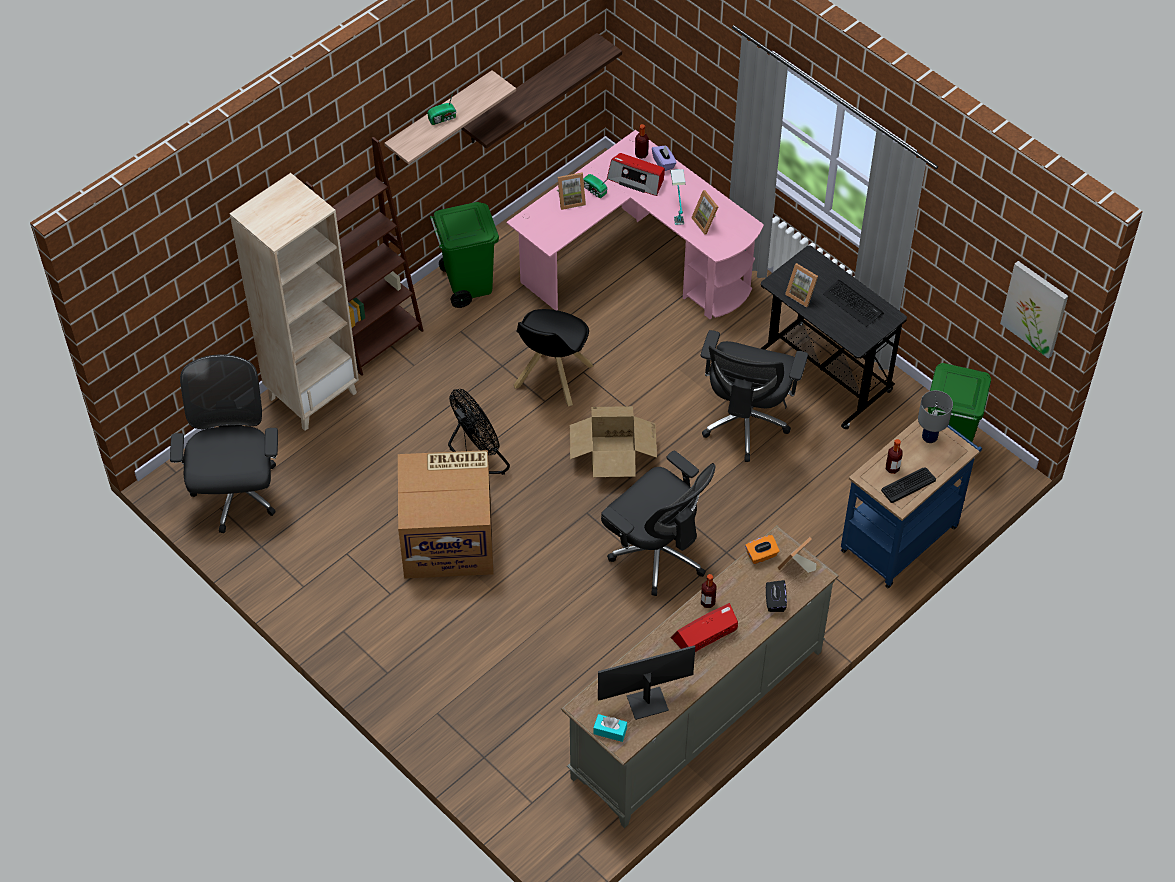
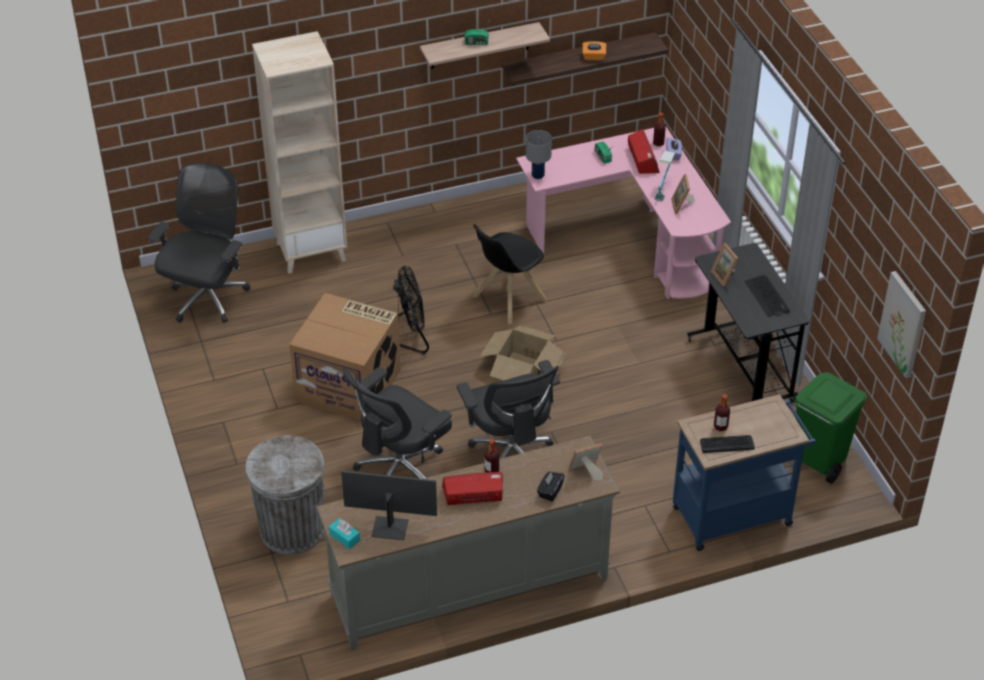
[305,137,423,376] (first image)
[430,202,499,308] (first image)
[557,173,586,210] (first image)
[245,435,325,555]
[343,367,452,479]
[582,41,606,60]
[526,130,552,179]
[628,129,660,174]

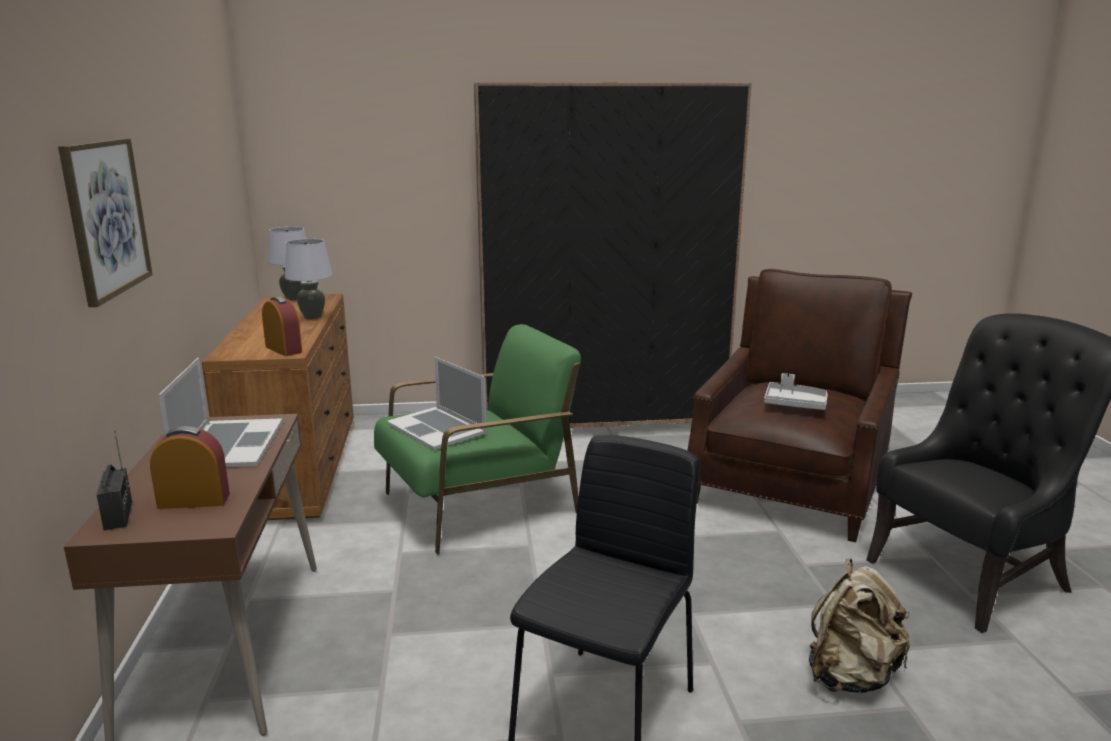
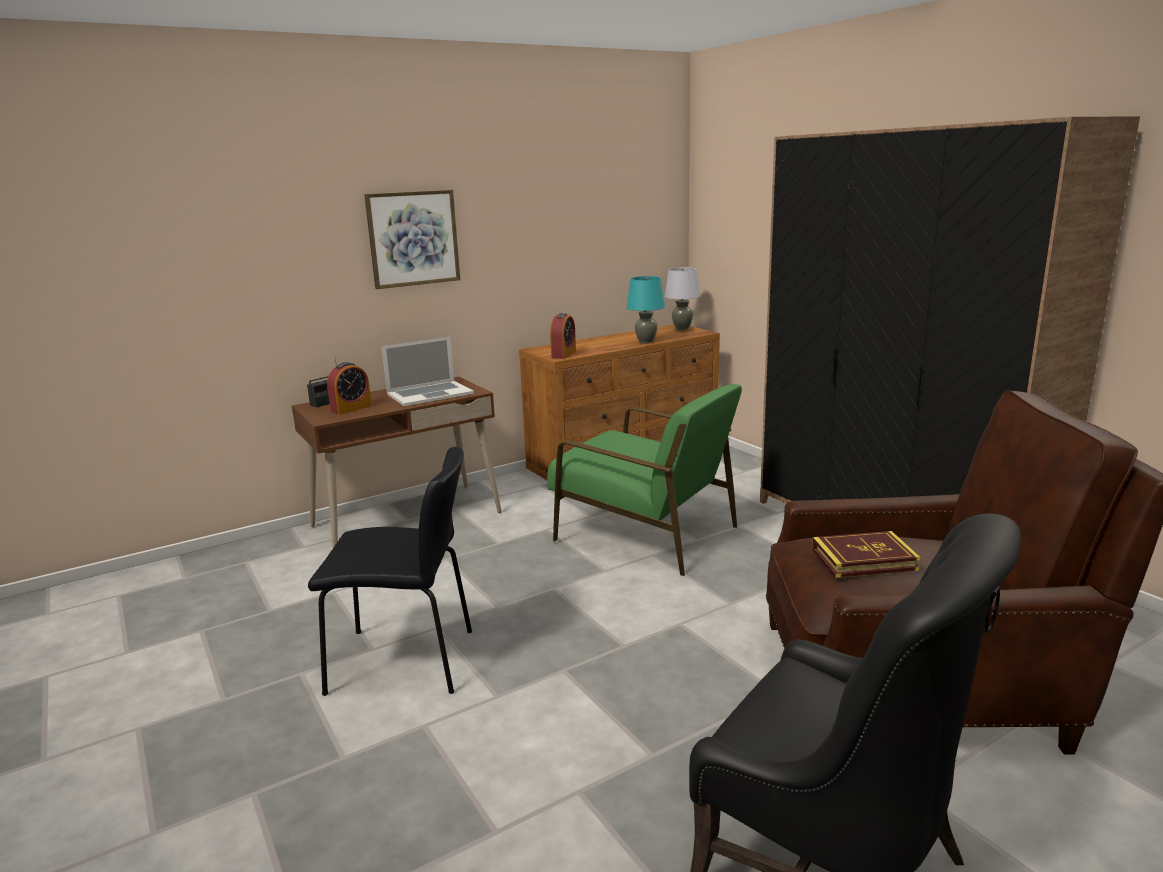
[387,357,487,450] (first image)
[809,558,910,693] (first image)
[812,531,921,578]
[627,276,665,343]
[327,362,372,415]

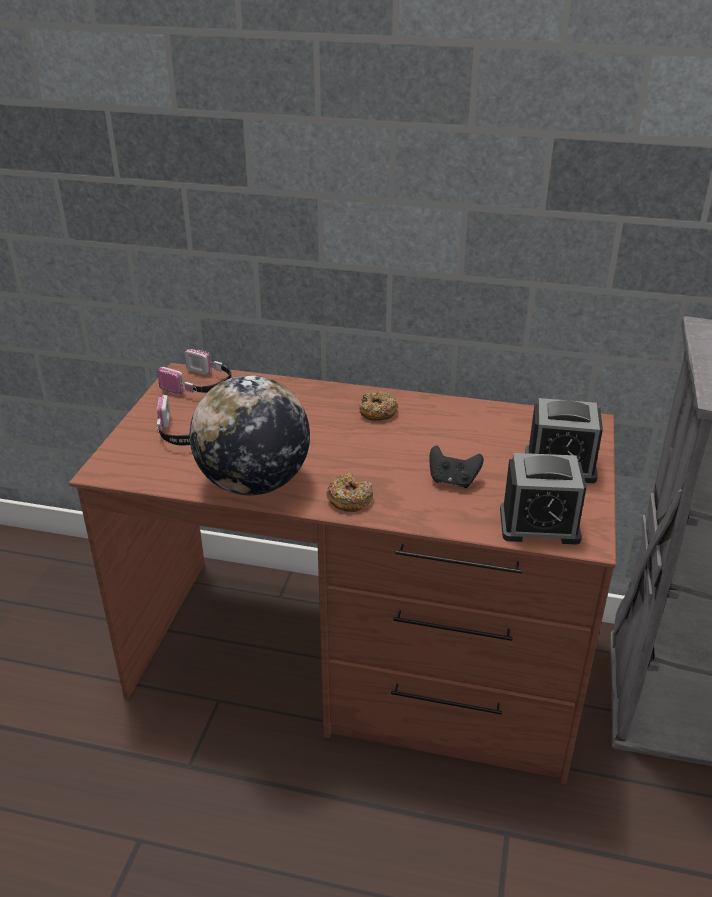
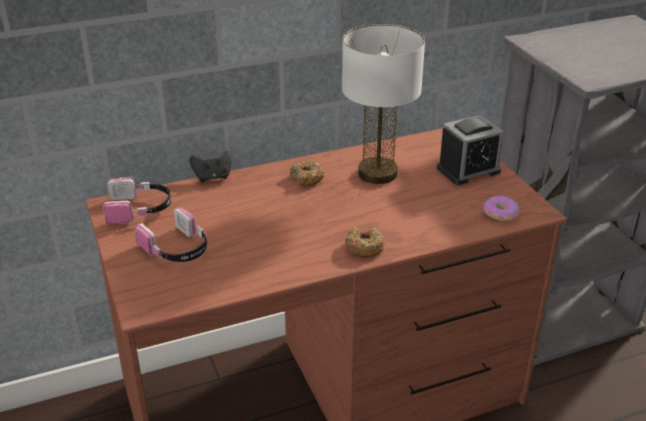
[190,375,310,495] (first image)
[342,24,425,184]
[190,151,232,182]
[483,196,520,221]

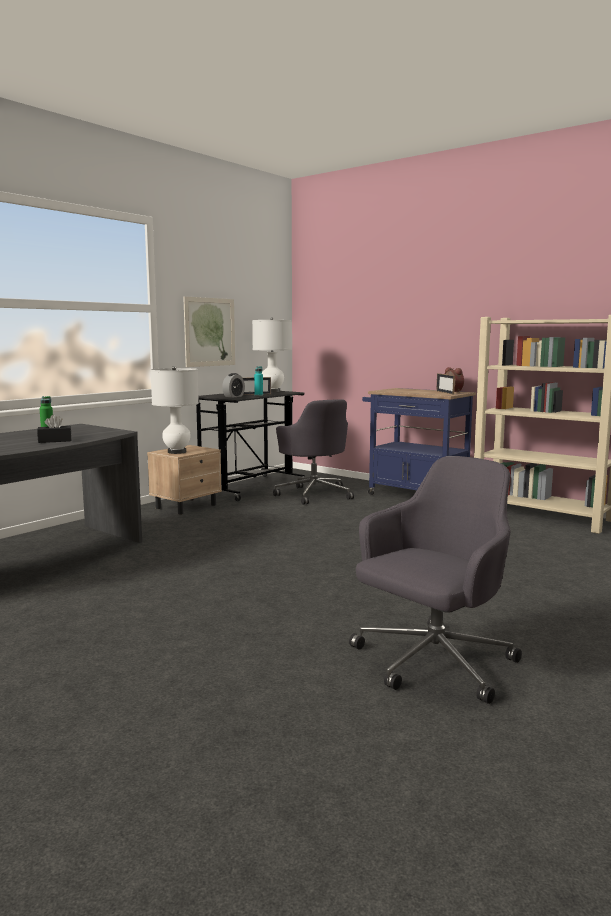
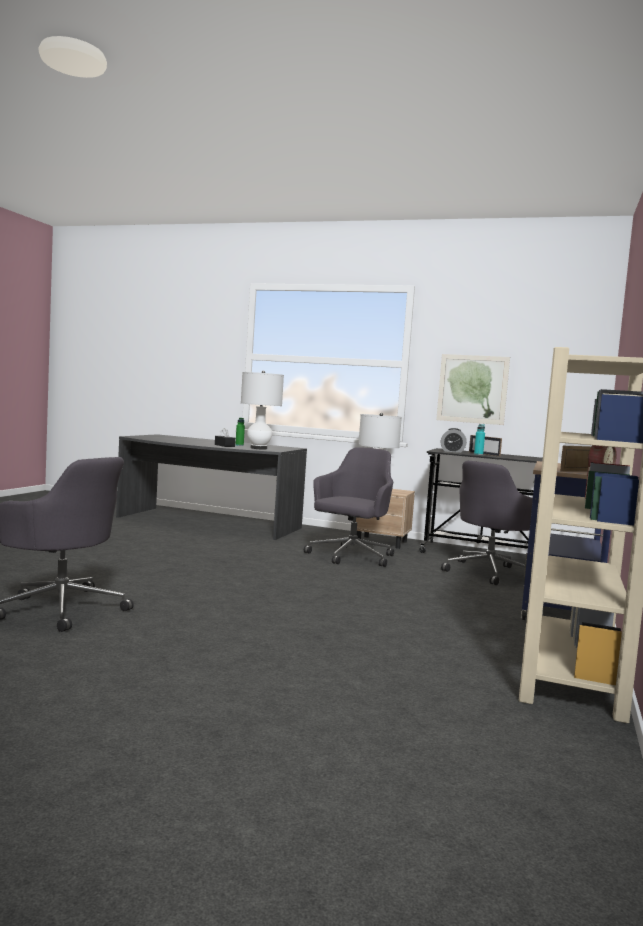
[304,447,394,567]
[241,371,284,449]

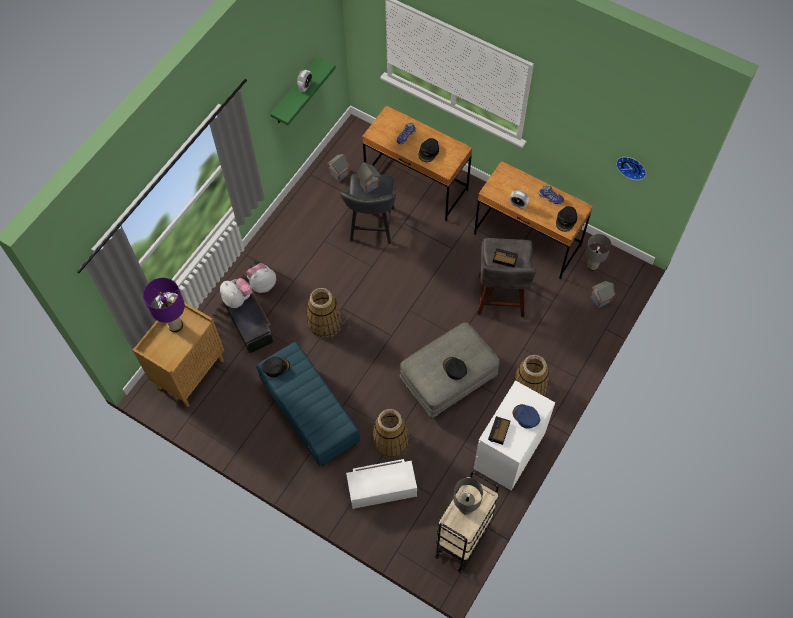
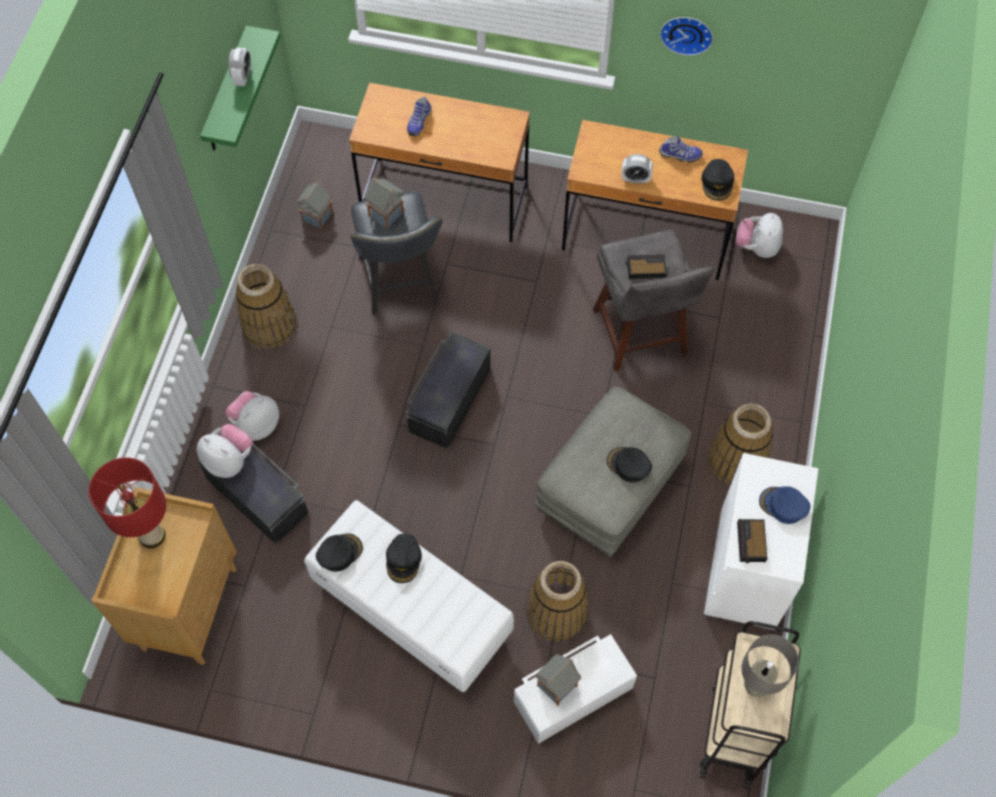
[406,332,491,449]
[236,264,296,349]
[386,534,422,583]
[536,654,581,706]
[660,17,713,56]
[736,213,783,258]
[89,457,166,548]
[304,500,514,692]

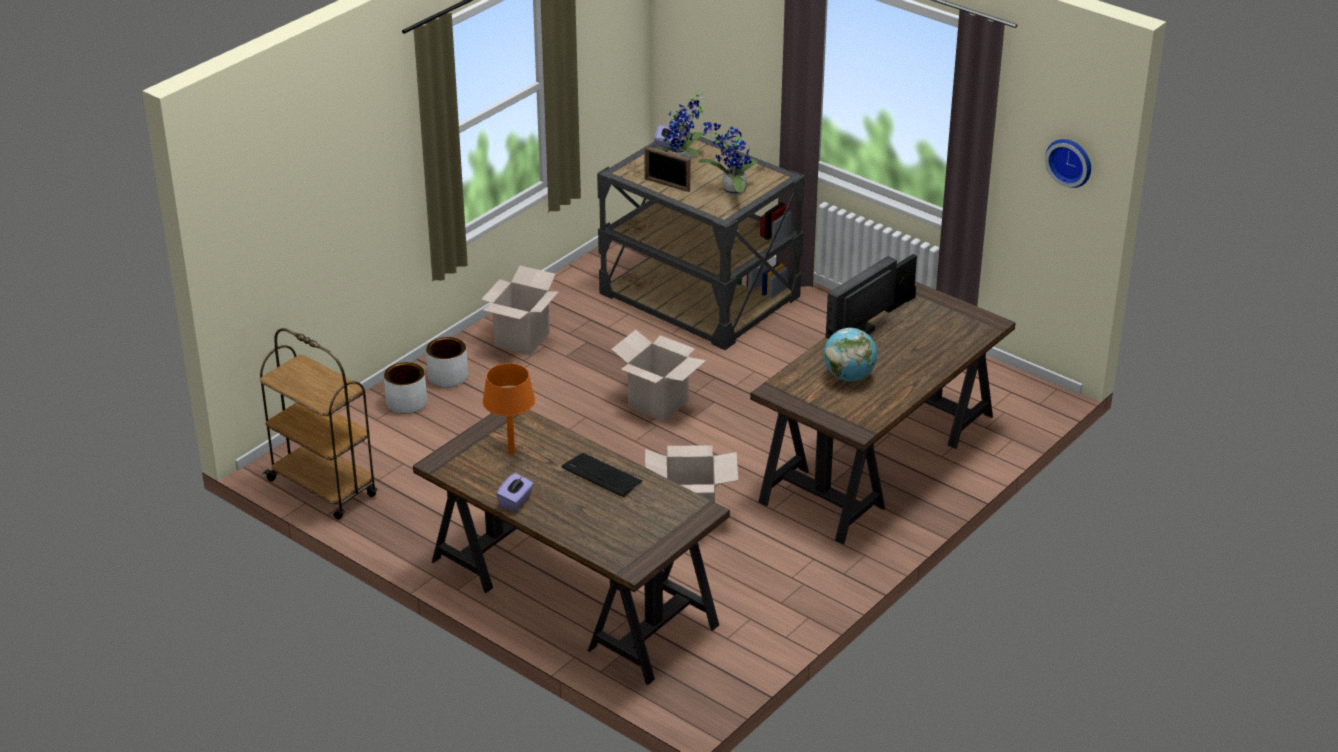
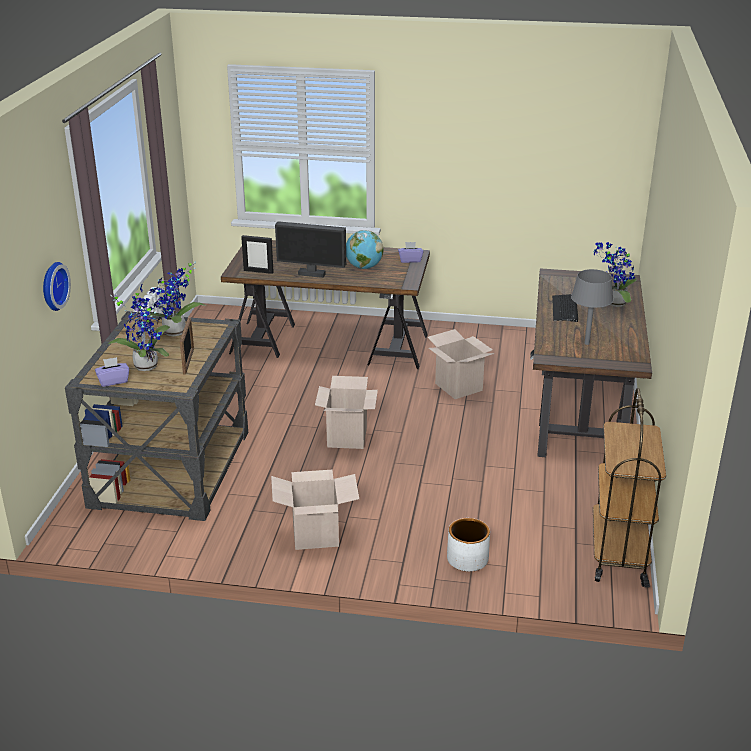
[426,337,468,388] (first image)
[593,242,637,307]
[398,242,423,263]
[43,262,71,311]
[571,269,613,345]

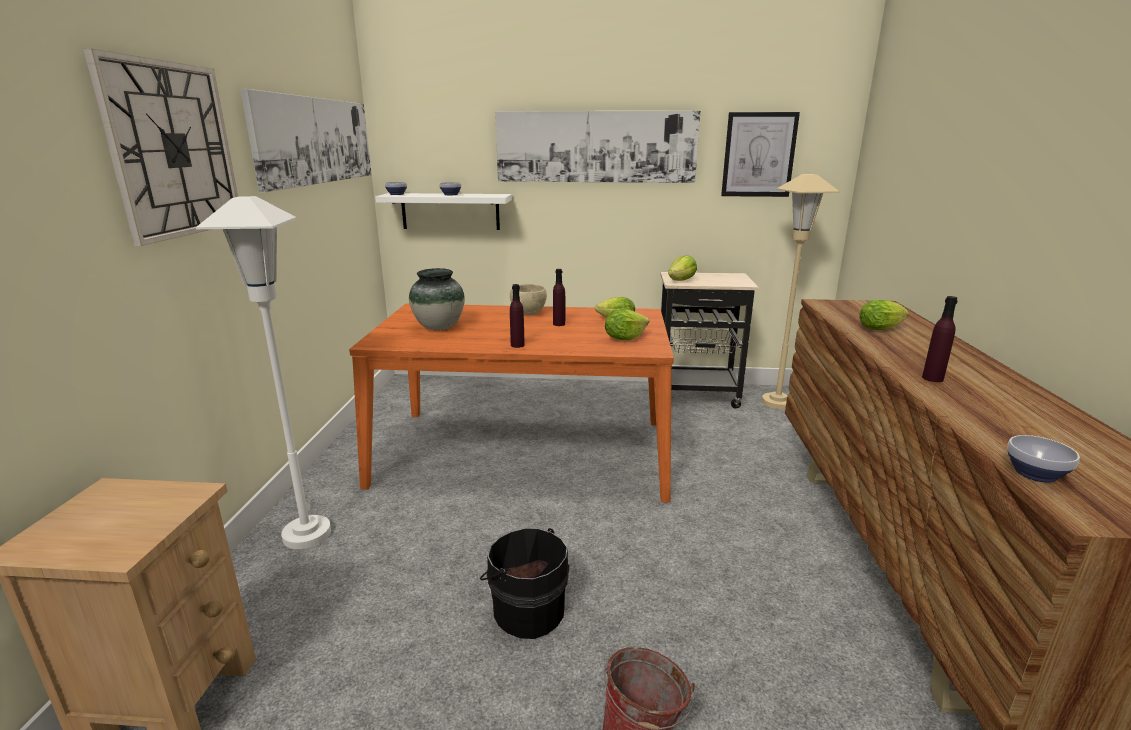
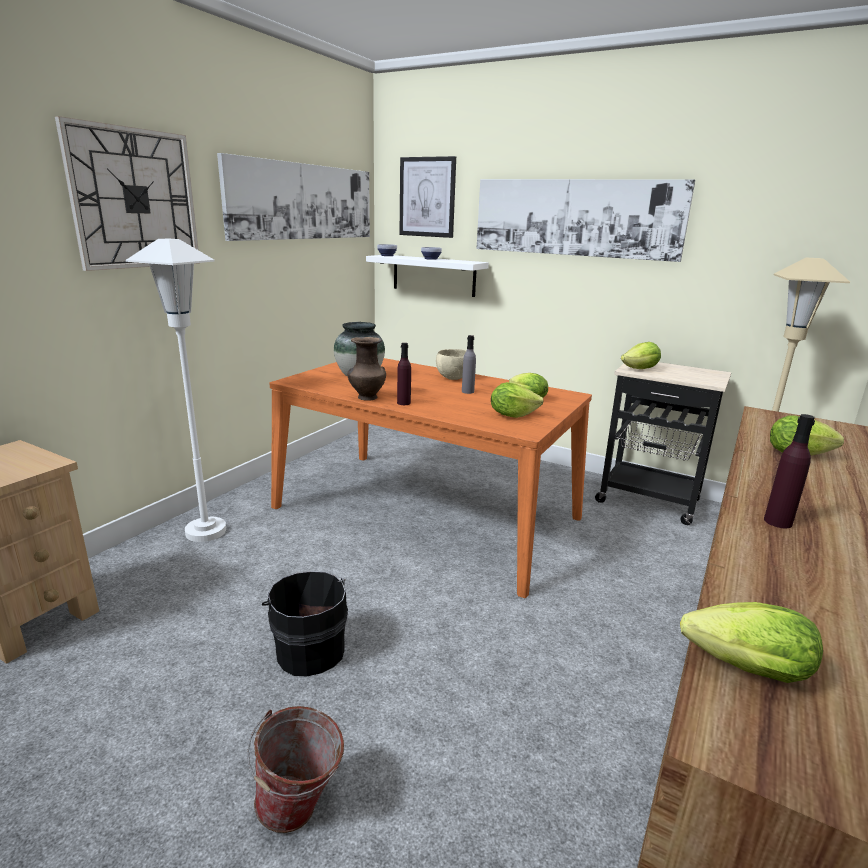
[347,337,386,401]
[400,156,456,238]
[680,602,823,683]
[462,335,476,394]

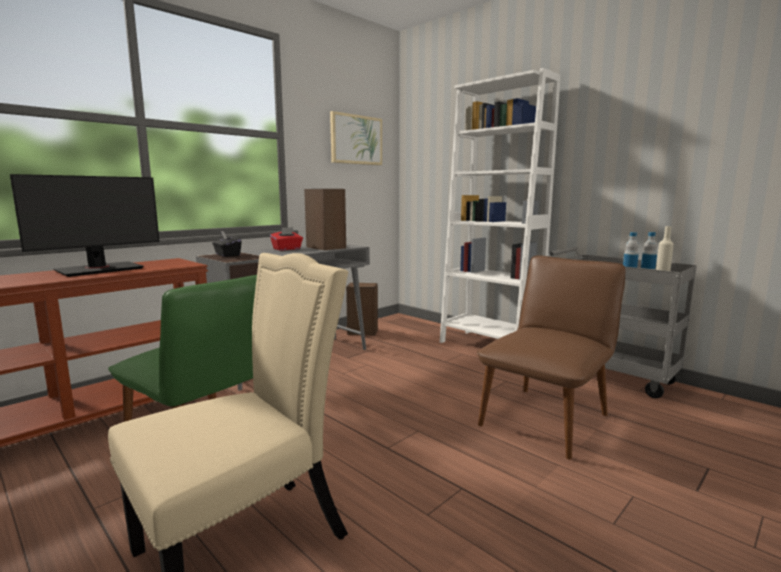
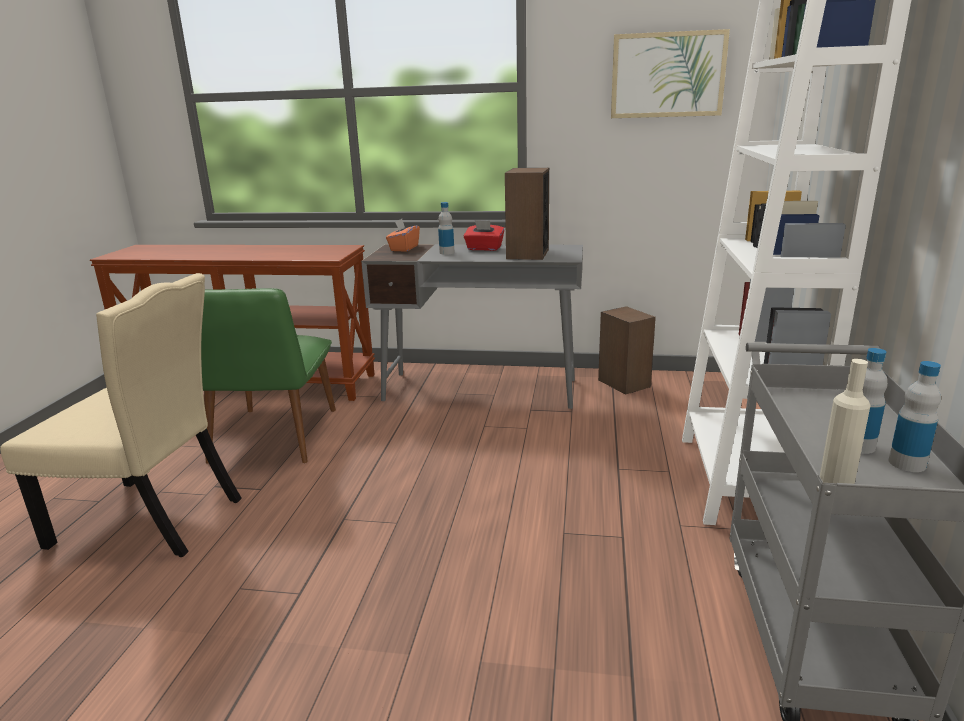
[10,174,160,277] (first image)
[477,256,626,460] (first image)
[438,202,454,255]
[386,219,420,252]

